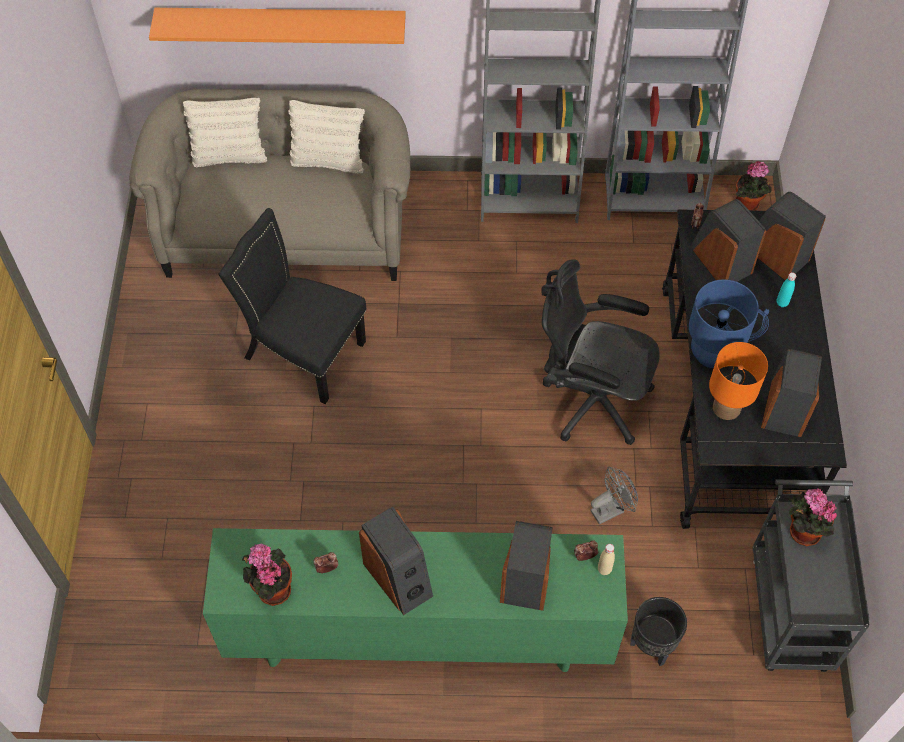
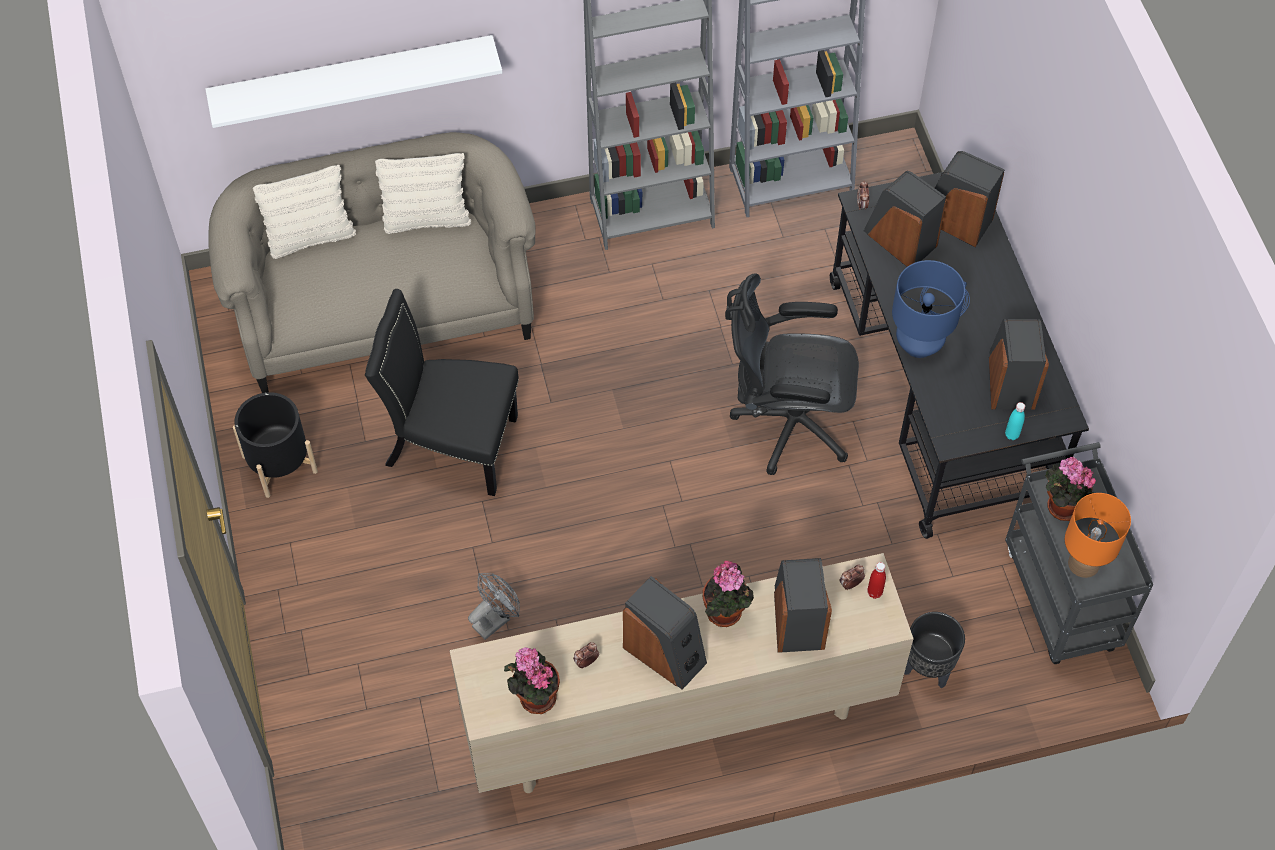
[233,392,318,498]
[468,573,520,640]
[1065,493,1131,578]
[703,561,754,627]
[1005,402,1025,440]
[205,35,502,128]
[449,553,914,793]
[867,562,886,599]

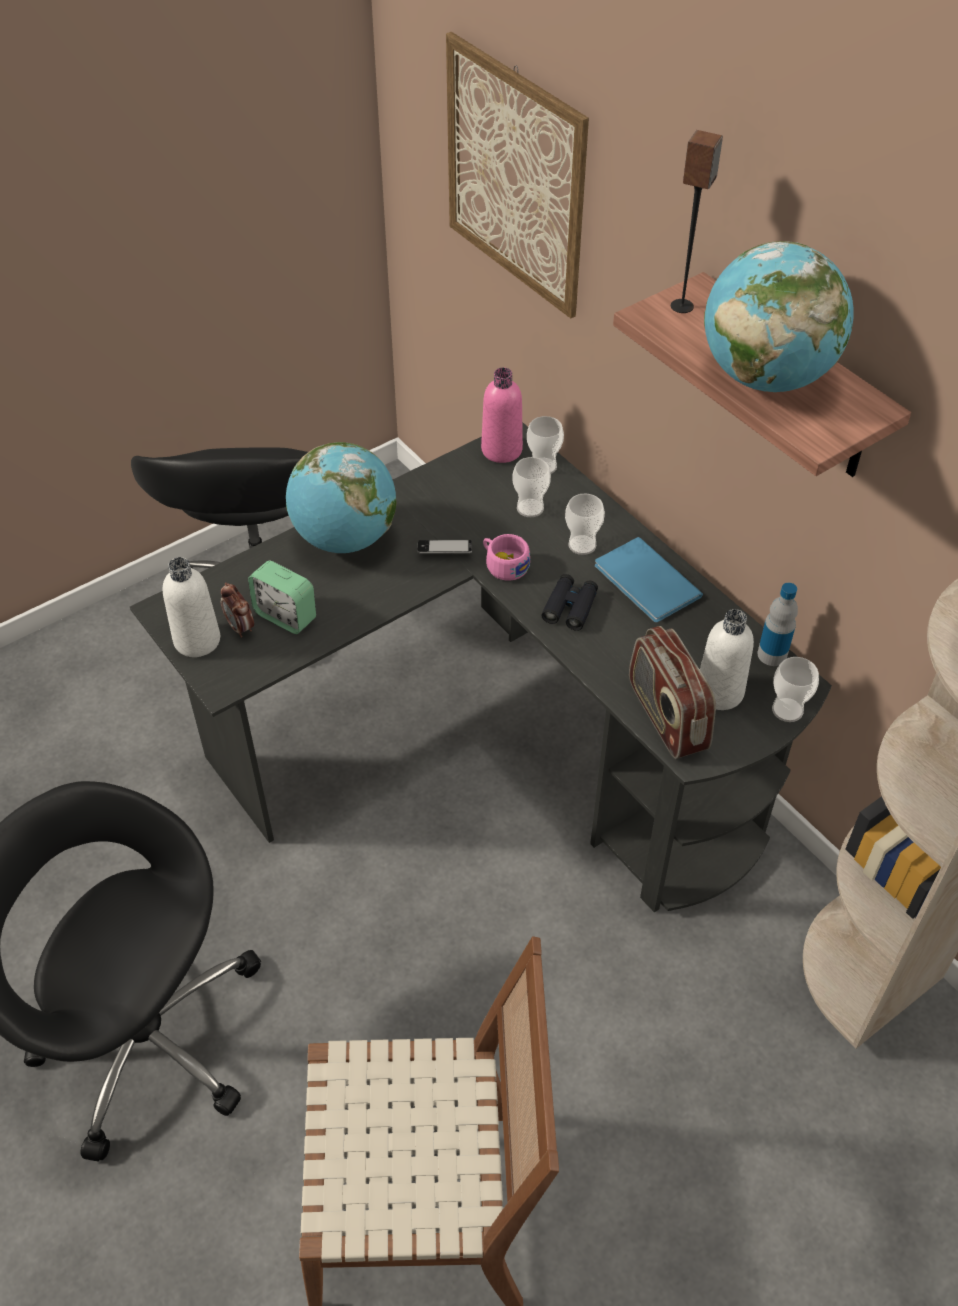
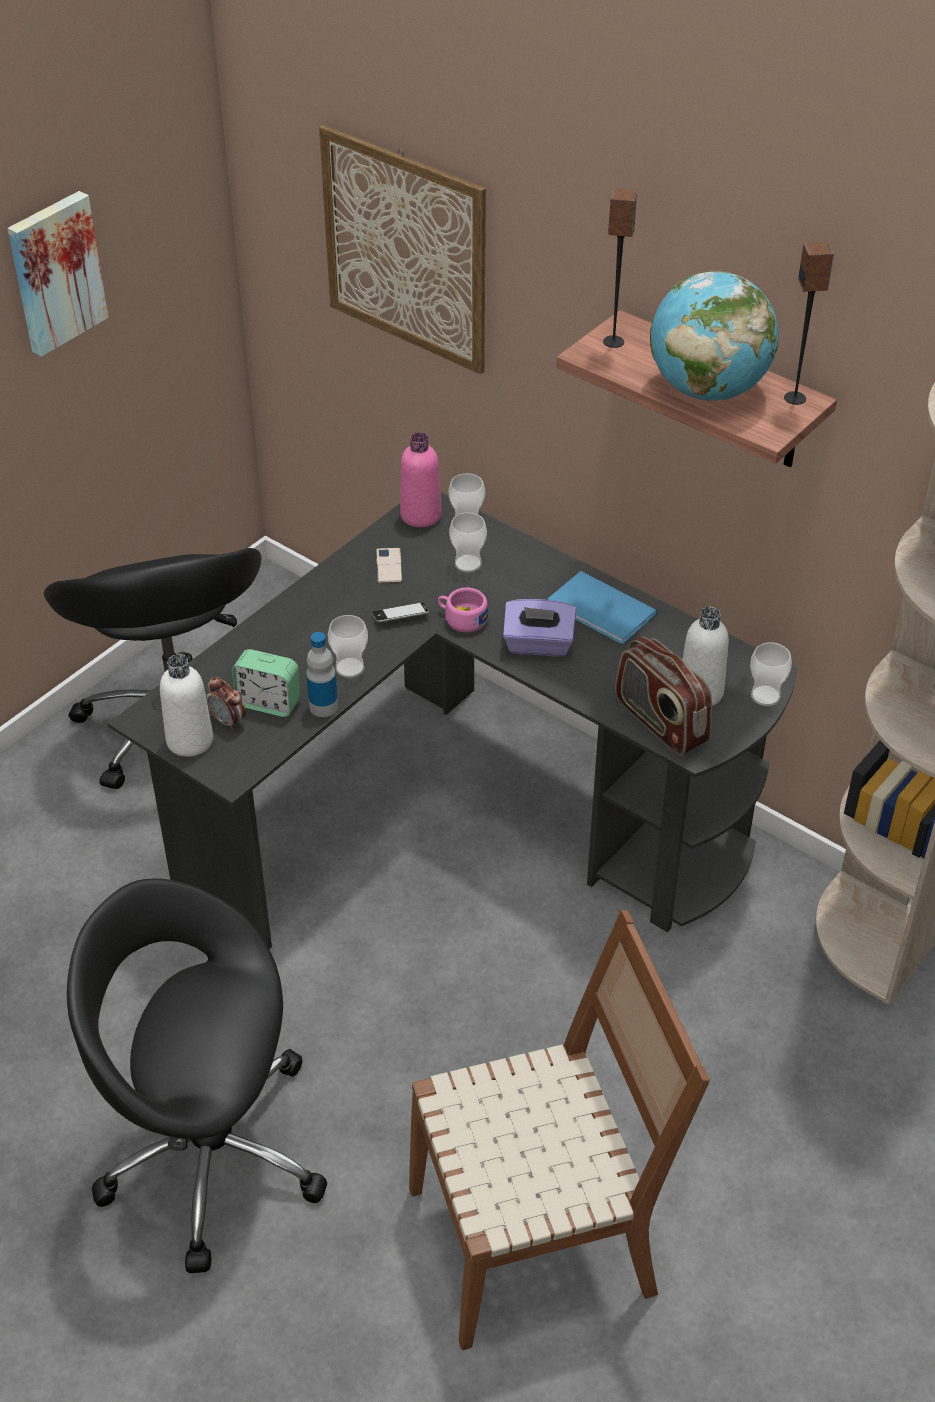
[286,442,397,553] (first image)
[7,191,109,357]
[376,548,402,583]
[784,242,834,405]
[328,615,368,678]
[306,632,338,717]
[503,599,576,657]

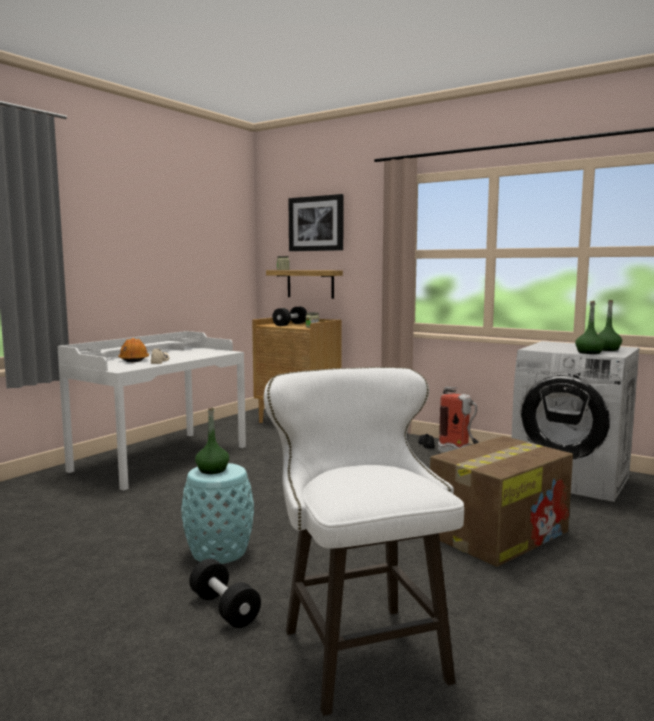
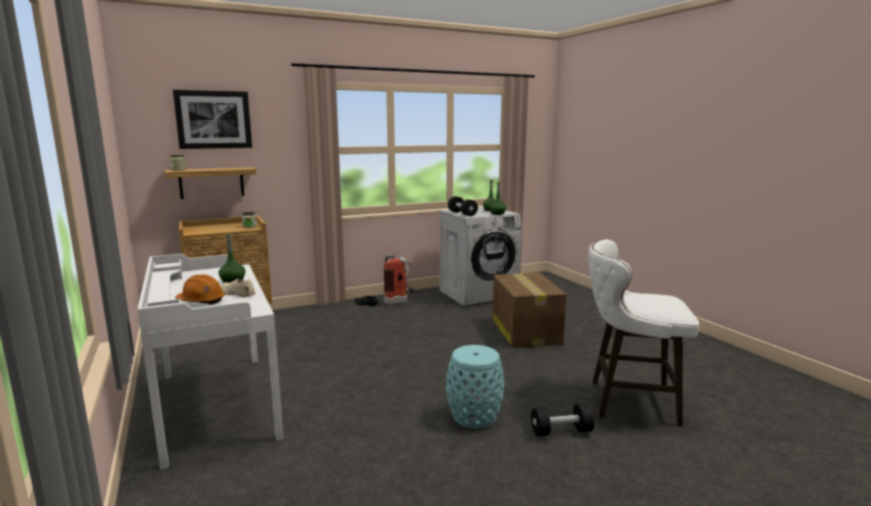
[218,233,246,283]
[448,196,478,216]

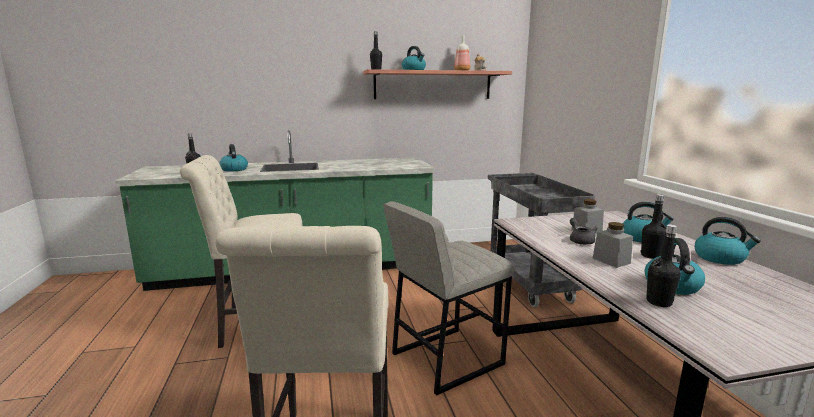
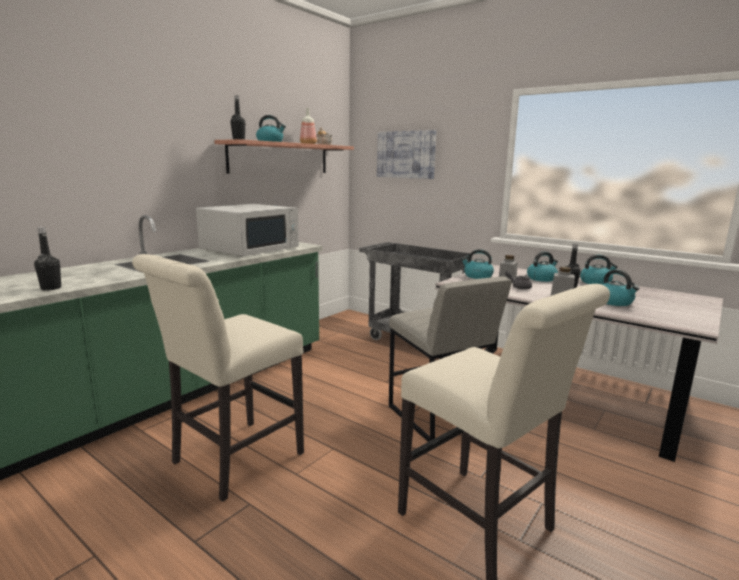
[646,224,681,307] (first image)
[196,204,299,256]
[377,130,436,179]
[461,249,494,279]
[389,277,512,442]

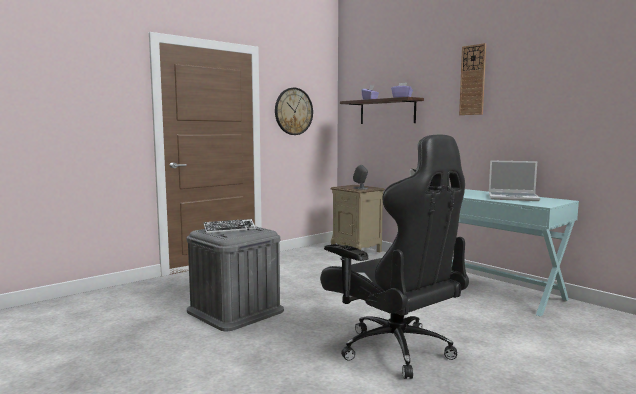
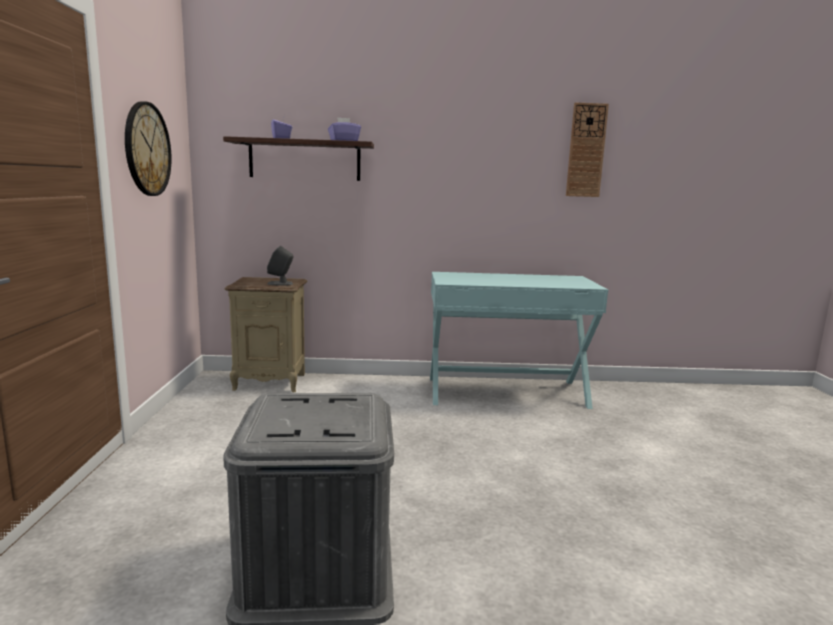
[203,219,256,234] (first image)
[320,135,469,379] (first image)
[489,160,540,201] (first image)
[566,102,609,197]

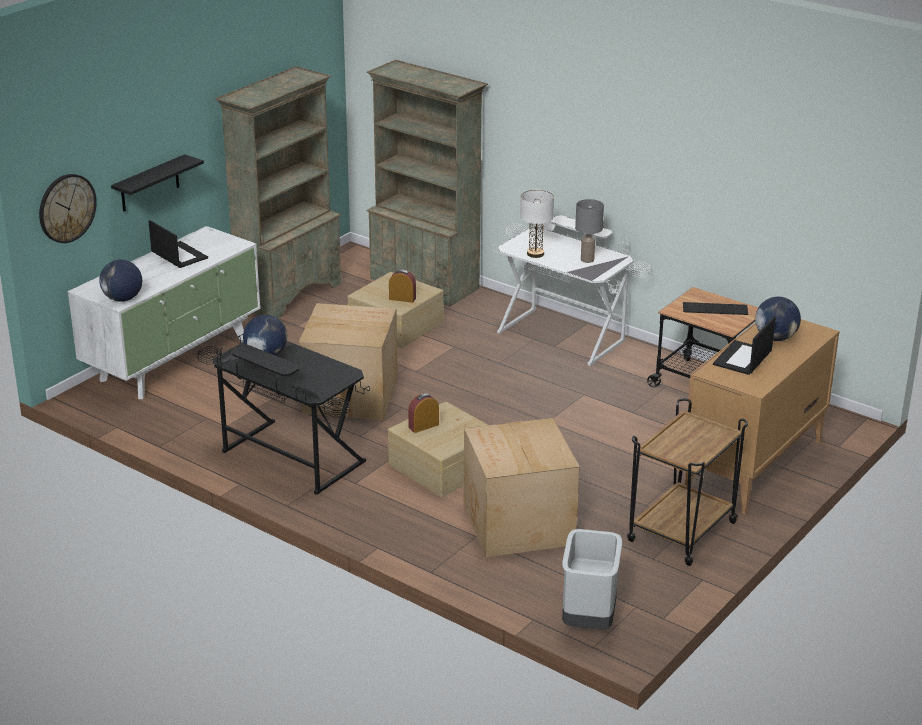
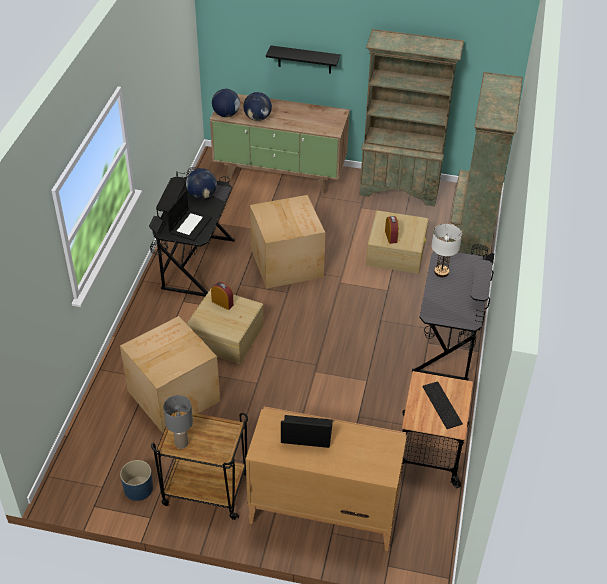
[39,174,97,243] (first image)
[562,529,622,630] (first image)
[120,460,153,501]
[167,189,212,241]
[163,395,193,449]
[243,92,272,121]
[210,94,350,194]
[412,244,494,380]

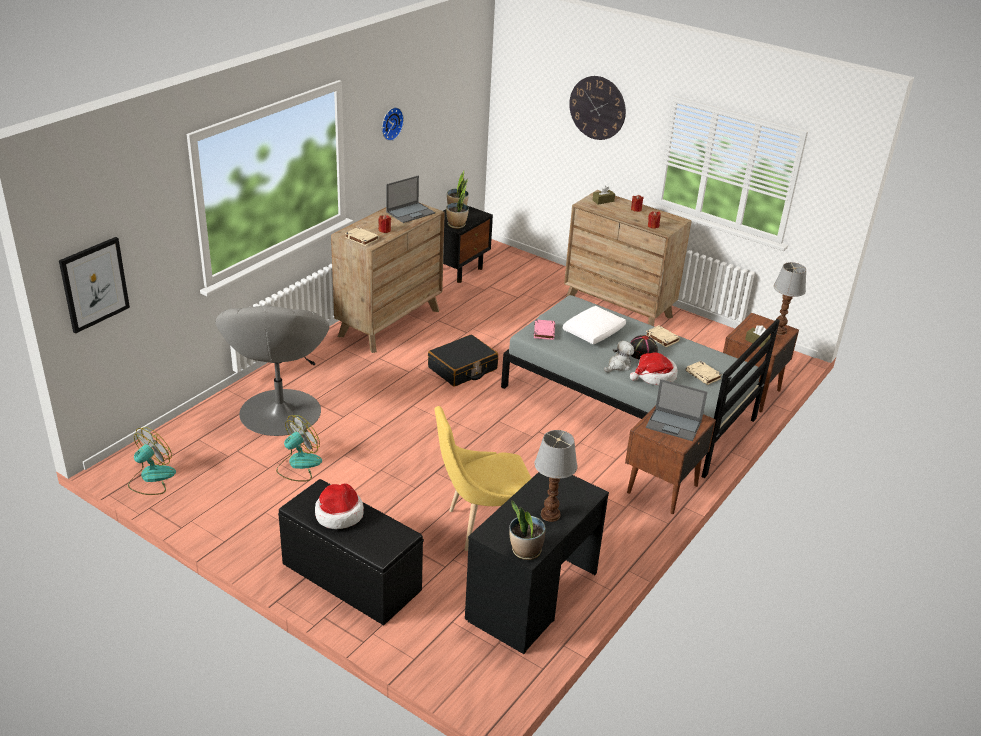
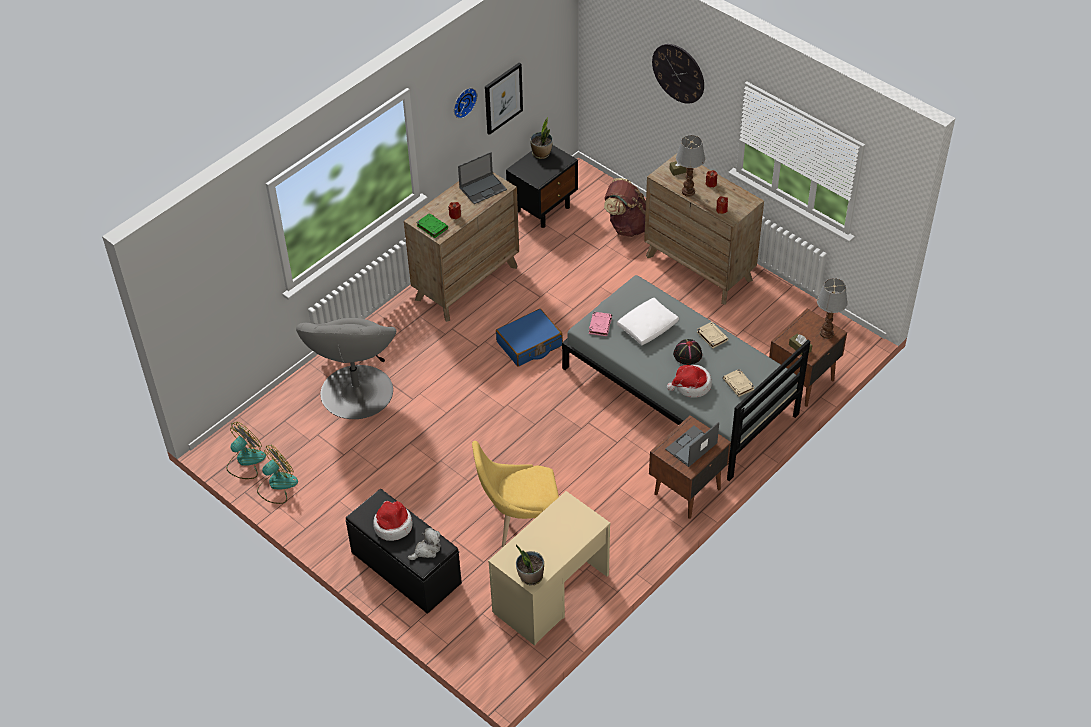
[446,185,469,229] (first image)
[604,178,646,237]
[485,63,523,135]
[257,445,298,504]
[676,135,705,197]
[408,528,441,560]
[416,213,448,238]
[496,309,563,367]
[488,491,610,646]
[665,422,719,467]

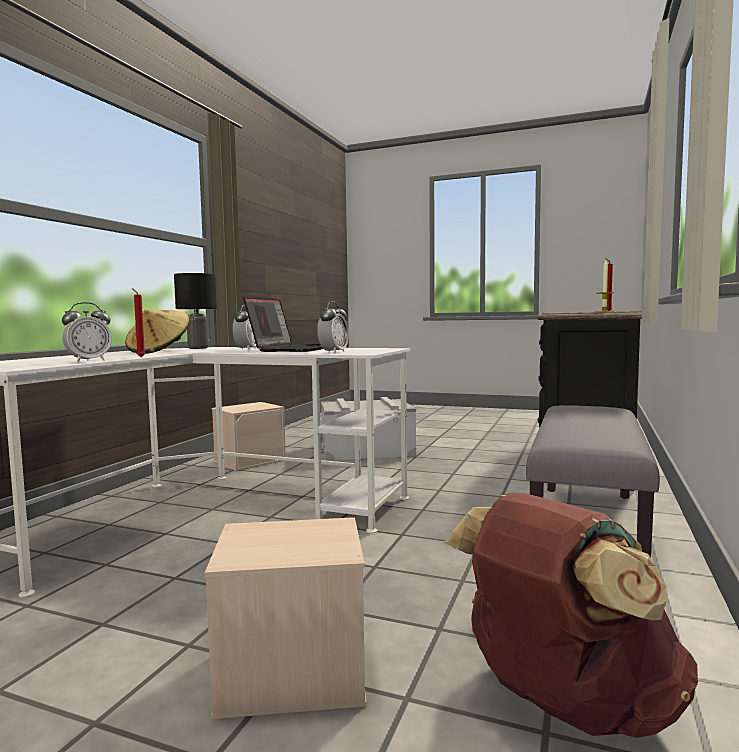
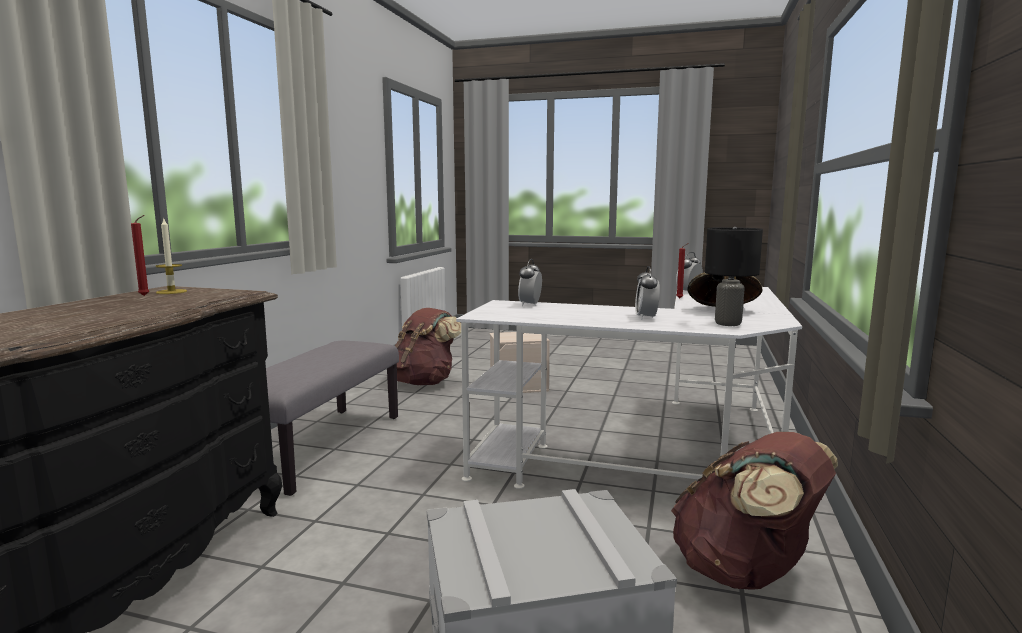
[243,296,323,352] (first image)
[671,432,838,590]

